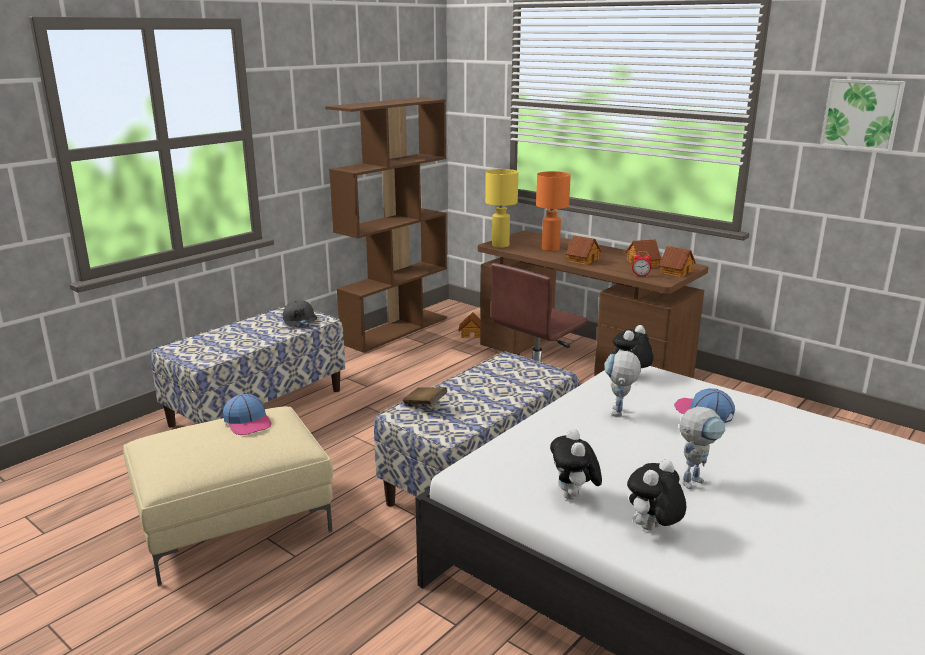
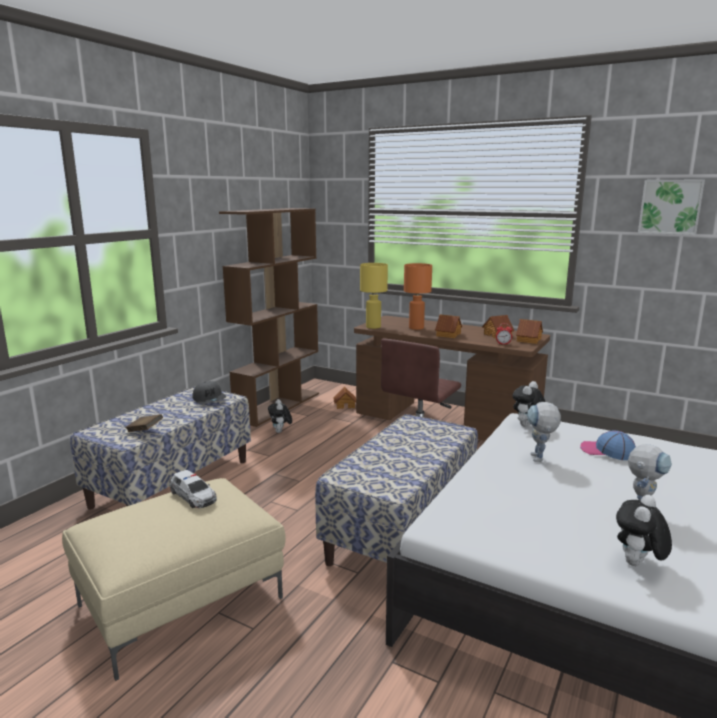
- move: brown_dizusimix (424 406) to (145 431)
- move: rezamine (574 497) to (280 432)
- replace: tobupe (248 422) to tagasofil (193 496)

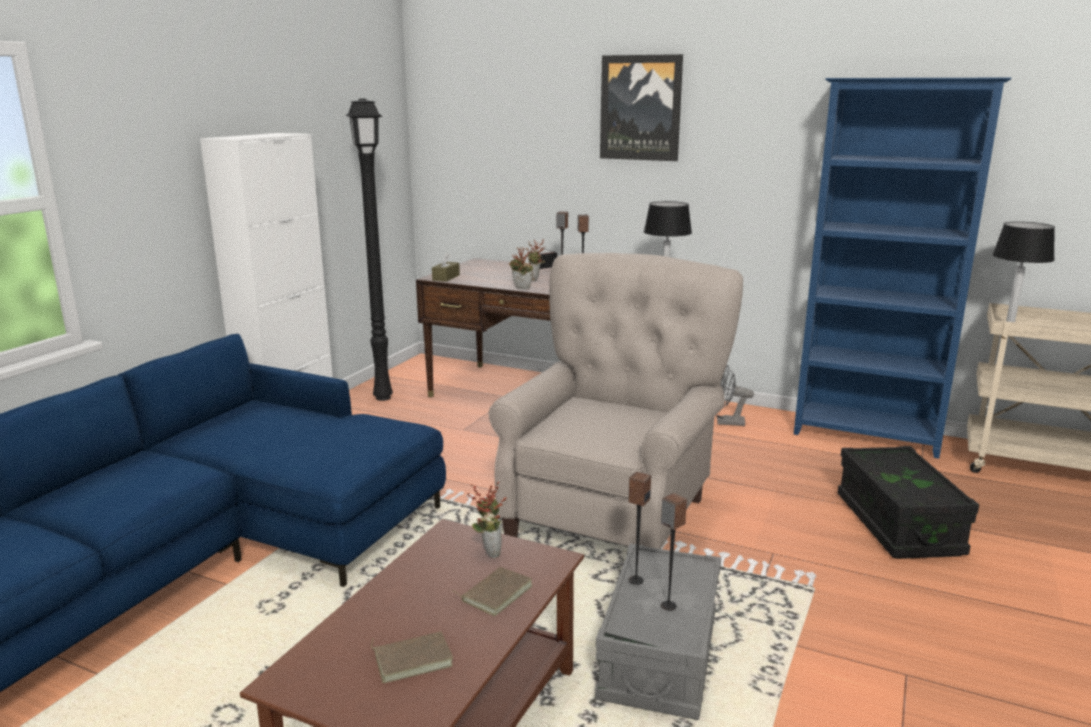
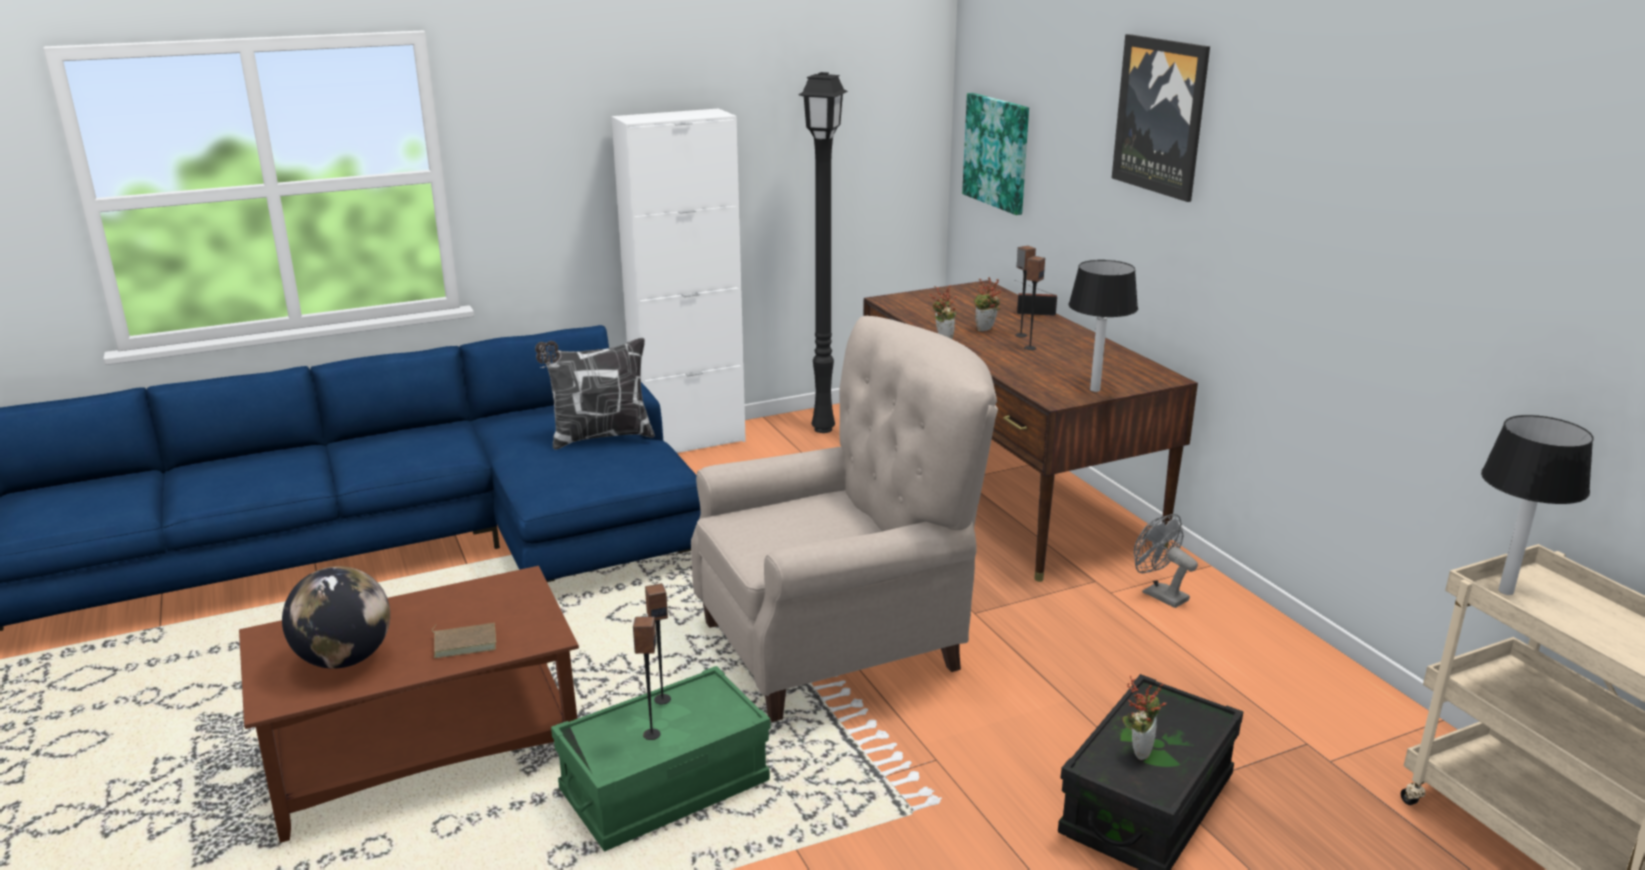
- delete: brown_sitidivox (446 277)
- delete: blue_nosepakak (867 436)
- insert: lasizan (599 437)
- insert: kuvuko (997 152)
- move: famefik (488 551) to (1139 749)
- replace: brown_dizusimix (413 658) to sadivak (345 659)
- recolor: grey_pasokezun (659 656) to green_pasokezun (665 788)

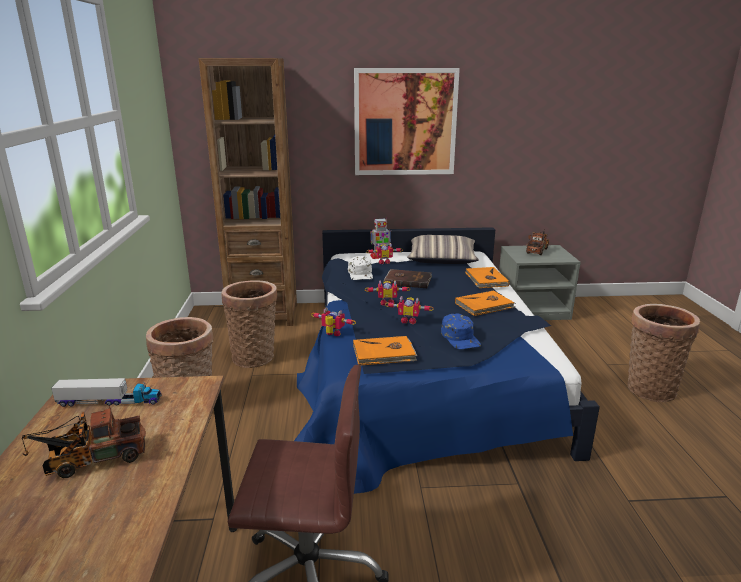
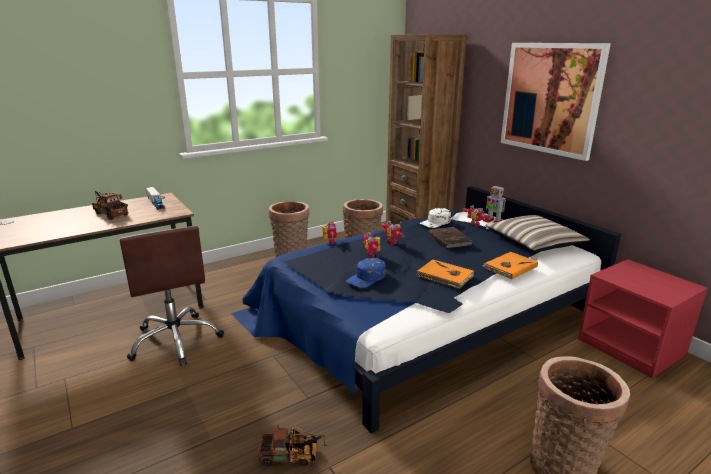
- delete: orange_dizusimix (384 354)
- move: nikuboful (538 250) to (292 456)
- recolor: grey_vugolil (532 309) to red_vugolil (632 347)

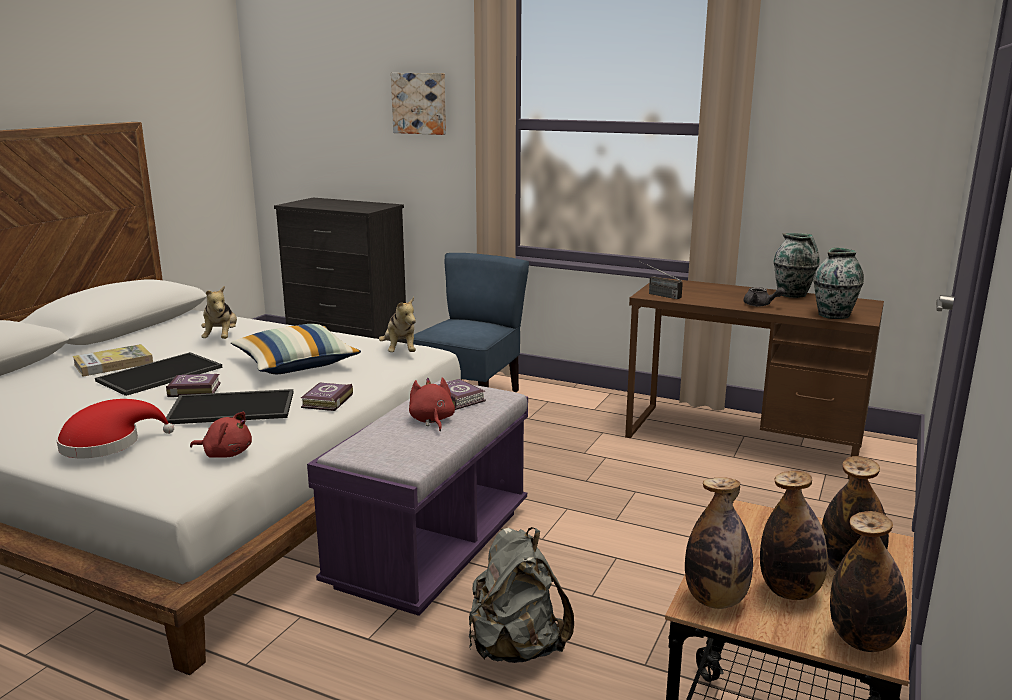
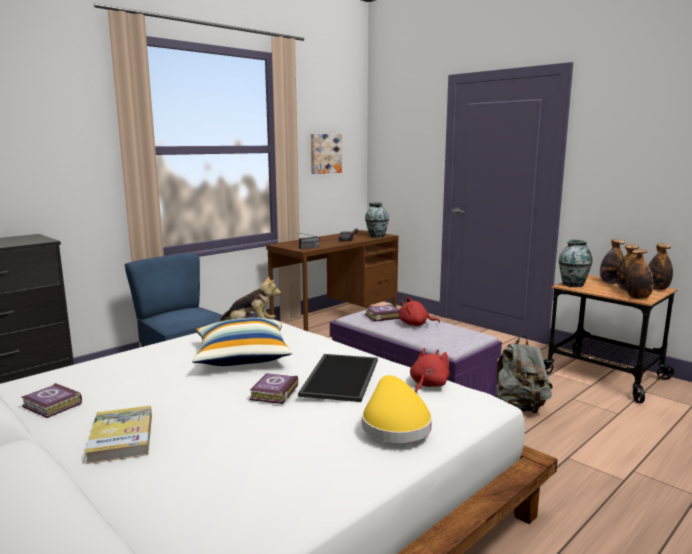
- delete: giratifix (160 375)
- delete: rezamine (221 338)
- move: dizusimix (326 401) to (52 405)
- move: kuvuko (420 103) to (325 153)
- move: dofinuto (792 295) to (573 285)
- recolor: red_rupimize (107 444) to yellow_rupimize (394 424)

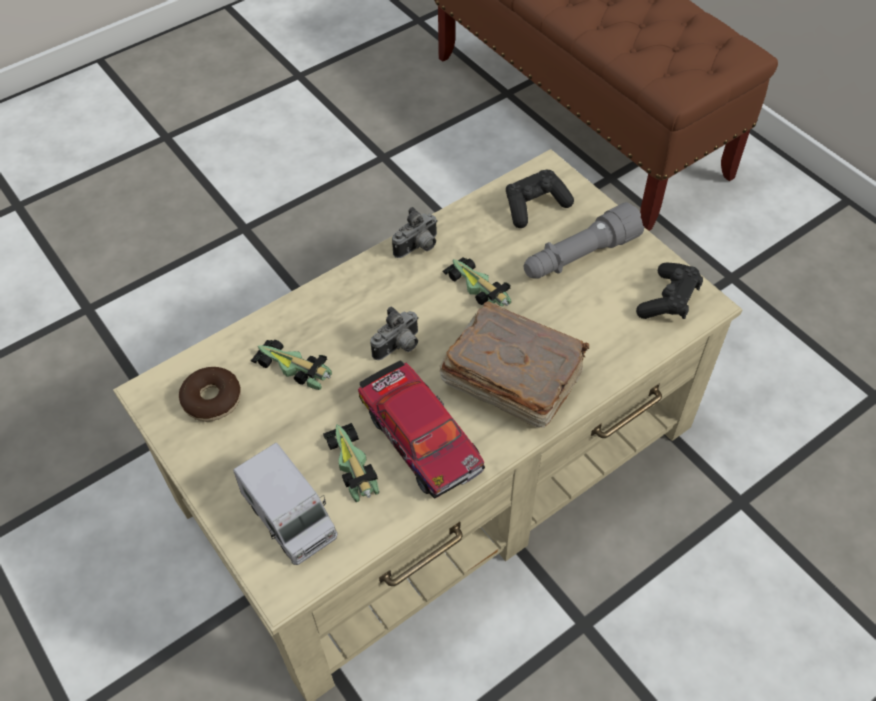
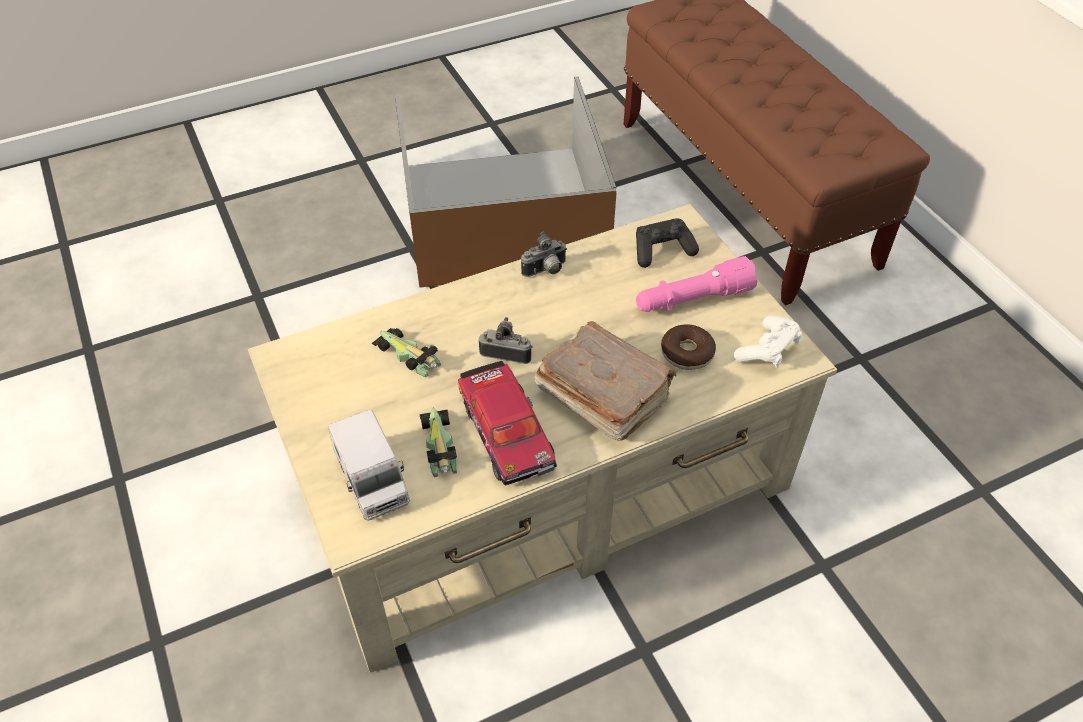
- delete: tagasofil (479 288)
- insert: brown_pasokezun (506 214)
- move: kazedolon (212 399) to (687 353)
- recolor: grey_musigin (579 256) to pink_musigin (692 300)
- recolor: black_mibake (668 301) to white_mibake (767 351)
- rotate: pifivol (399 347) = (506 352) 135 degrees counterclockwise

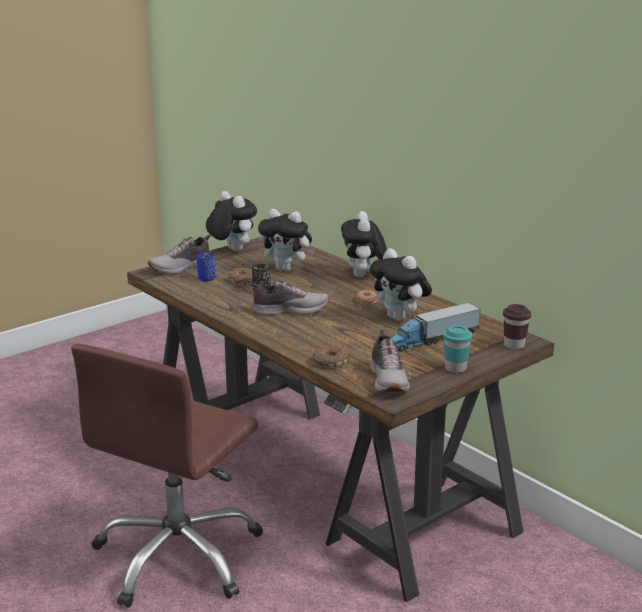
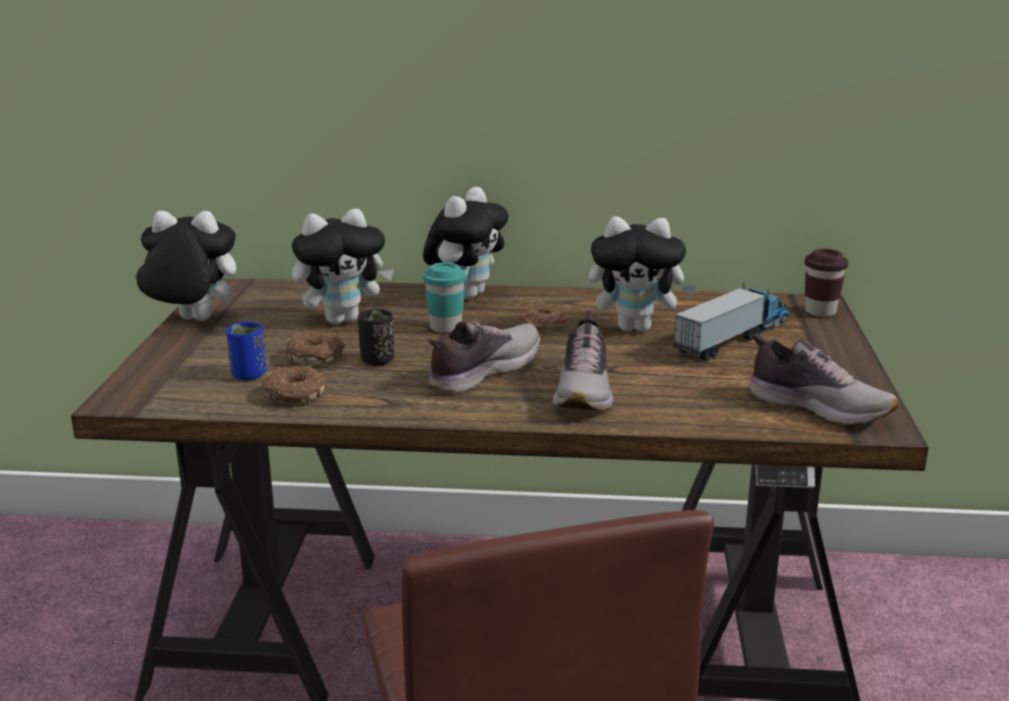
- move: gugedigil (181 267) to (585 391)
- move: kazedolon (330 362) to (294 395)
- move: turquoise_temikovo (455 368) to (445 328)
- rotate: rezamine (363 276) = (467 294) 105 degrees counterclockwise
- rotate: nikuboful (433 339) = (734 338) 150 degrees counterclockwise

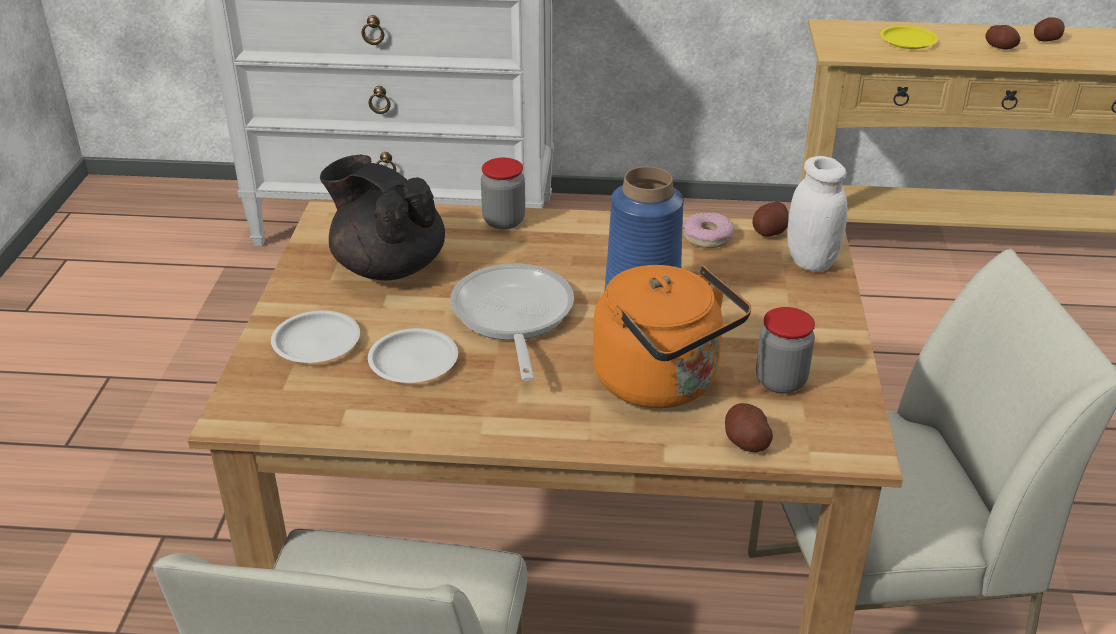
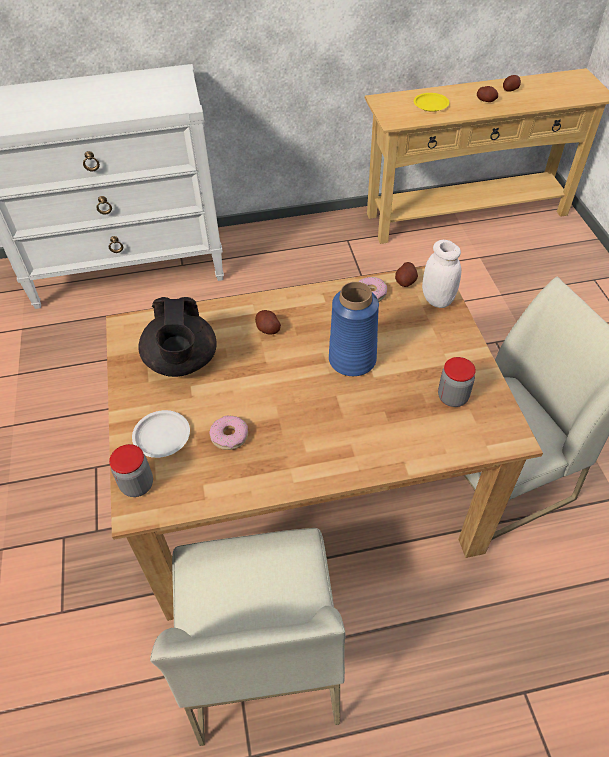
- delete: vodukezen (512 318)
- delete: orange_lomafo (662 383)
- move: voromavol (504 221) to (137 485)
- move: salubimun (746 442) to (268 329)
- replace: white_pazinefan (412 361) to kazedolon (229 436)
- rotate: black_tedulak (388 266) = (182 362) 120 degrees counterclockwise

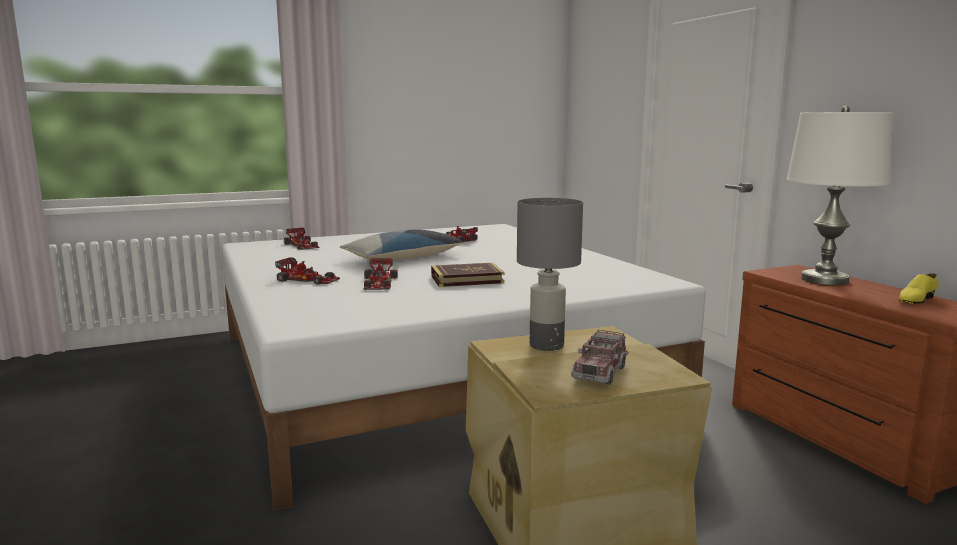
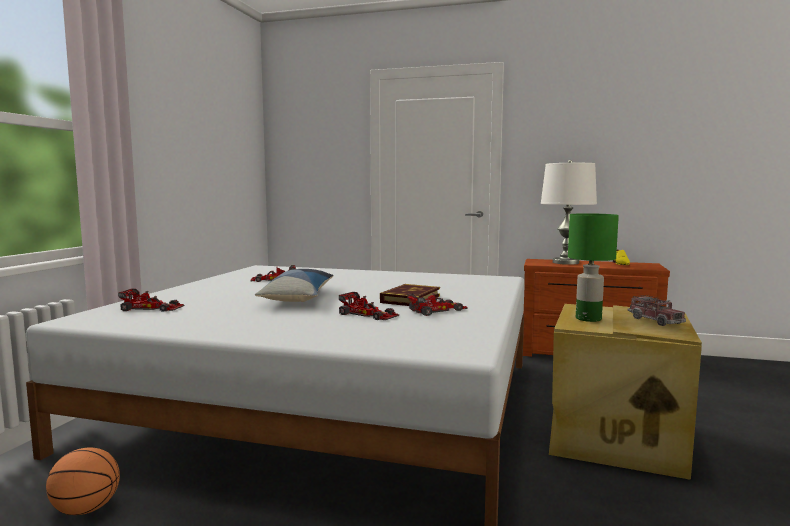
- insert: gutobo (86 510)
- move: tagasofil (307 279) to (437 310)
- recolor: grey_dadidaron (546 346) to green_dadidaron (588 319)

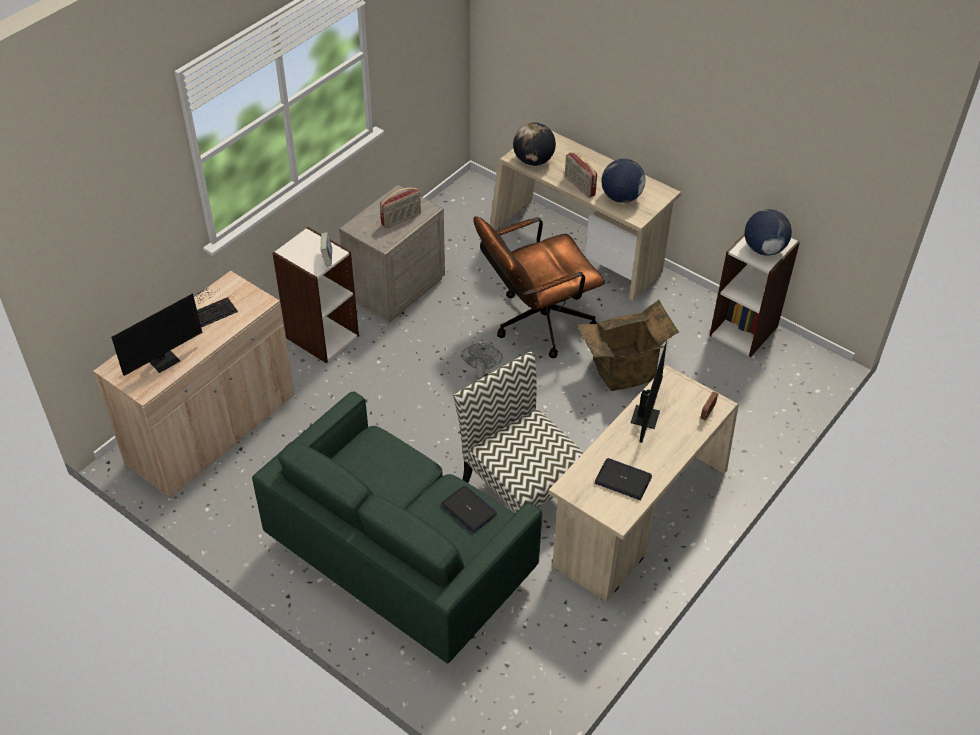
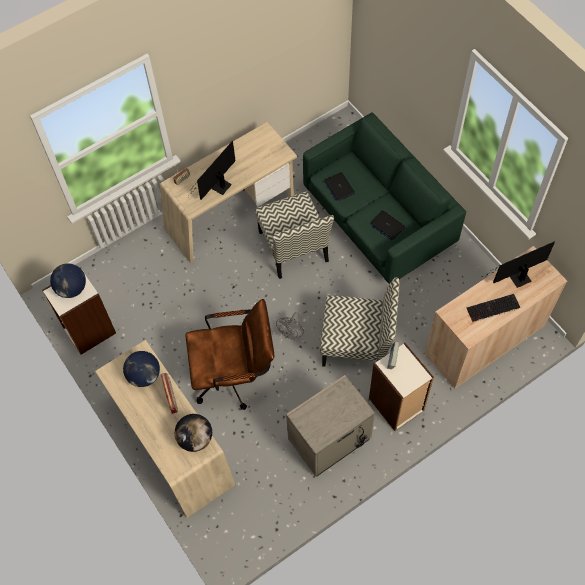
- delete: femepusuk (401 219)
- delete: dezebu (623 371)
- insert: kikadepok (357 343)
- move: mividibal (623 480) to (387 226)

